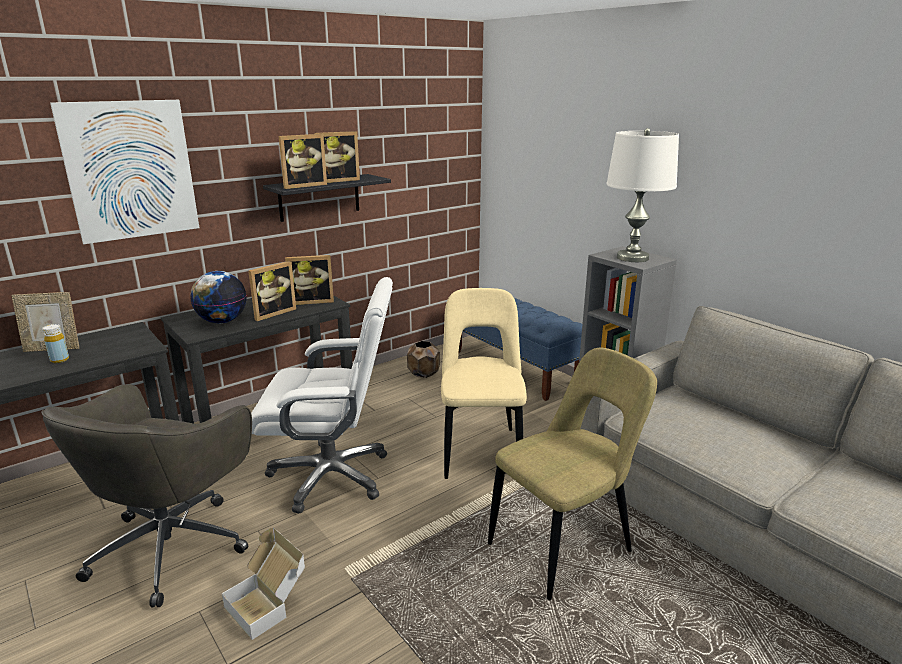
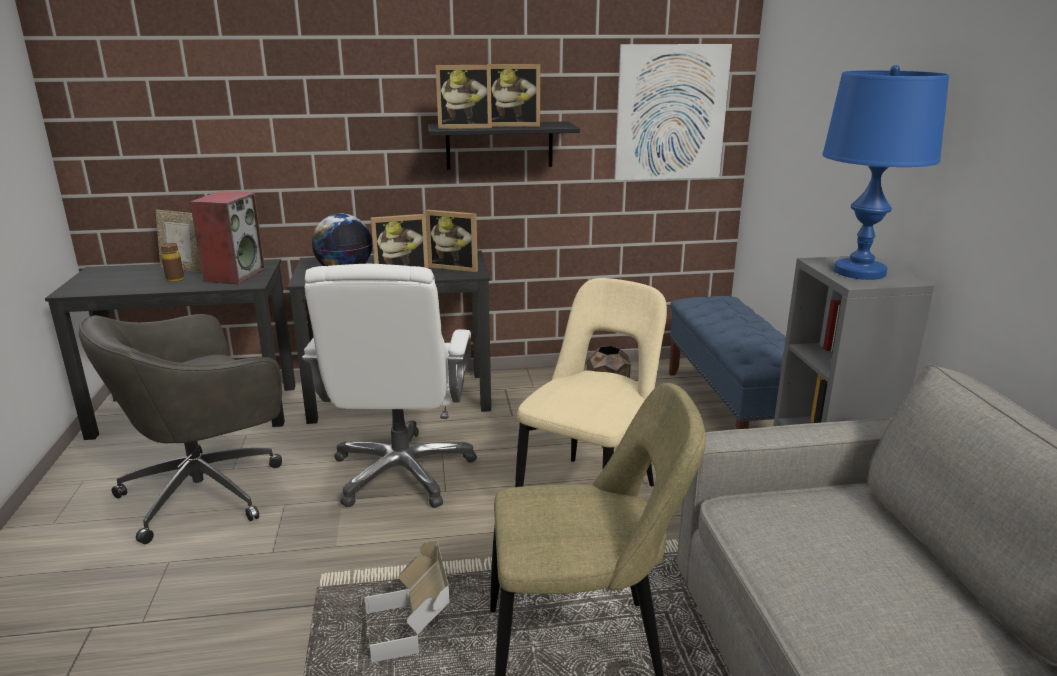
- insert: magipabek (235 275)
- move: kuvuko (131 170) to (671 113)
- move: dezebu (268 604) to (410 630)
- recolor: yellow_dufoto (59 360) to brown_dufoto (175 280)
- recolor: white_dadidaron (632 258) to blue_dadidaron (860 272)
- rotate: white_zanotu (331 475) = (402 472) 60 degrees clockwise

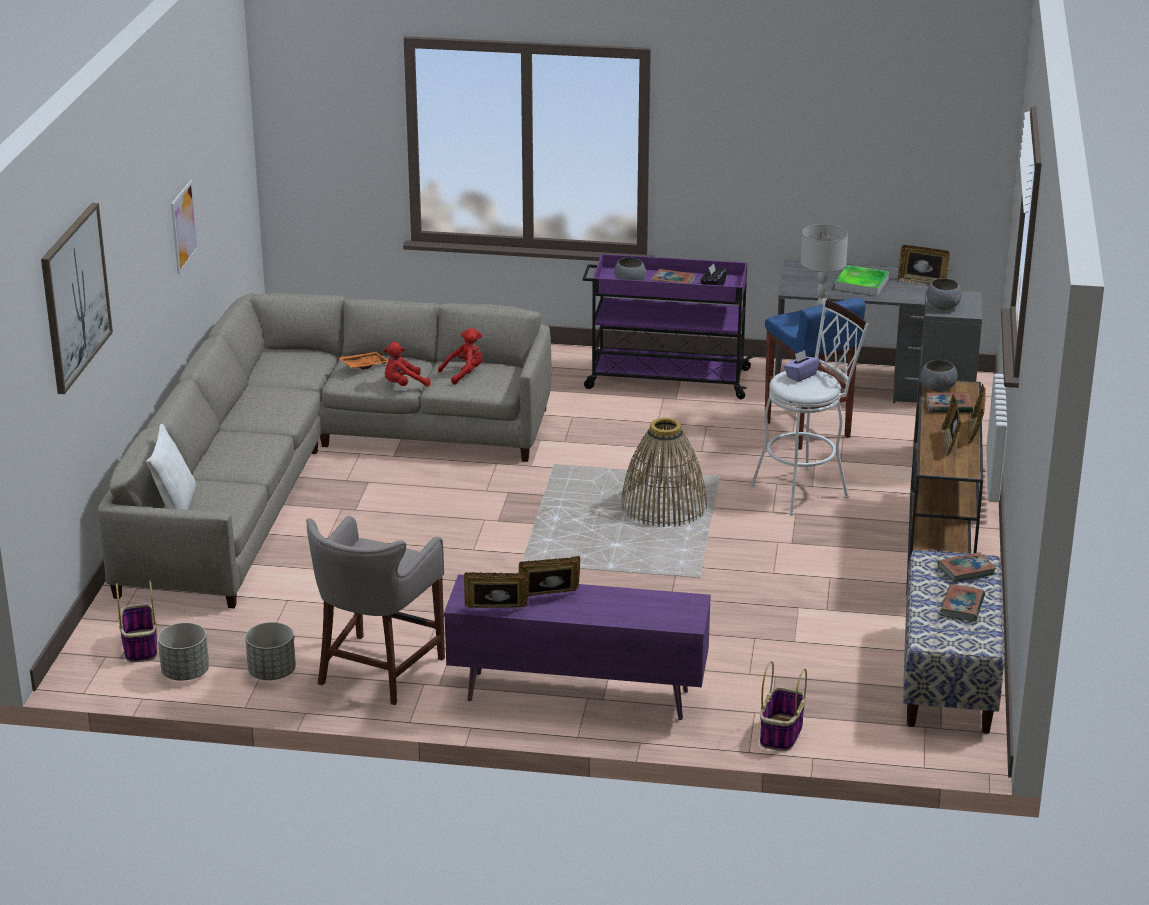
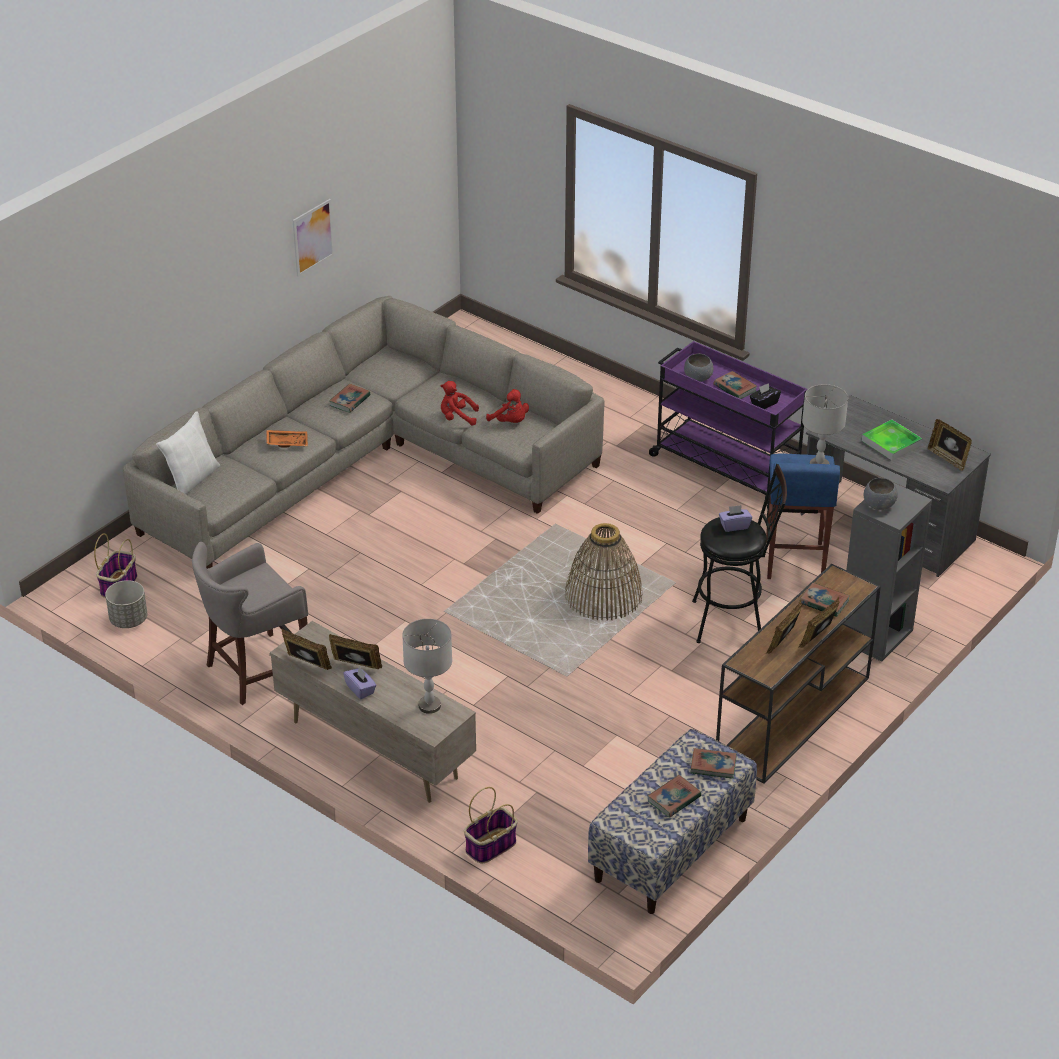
- delete: kuvuko (75 297)
- delete: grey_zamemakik (271 673)
- delete: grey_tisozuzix (937 388)
- insert: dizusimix (350 401)
- insert: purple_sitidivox (360 689)
- insert: grey_dadidaron (429 706)
- move: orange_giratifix (363 365) to (287 442)
- recolor: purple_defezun (578 695) to beige_defezun (375 749)
- recolor: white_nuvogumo (806 489) to black_nuvogumo (735 621)
- rotate: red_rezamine (464 373) = (510 422) 45 degrees clockwise

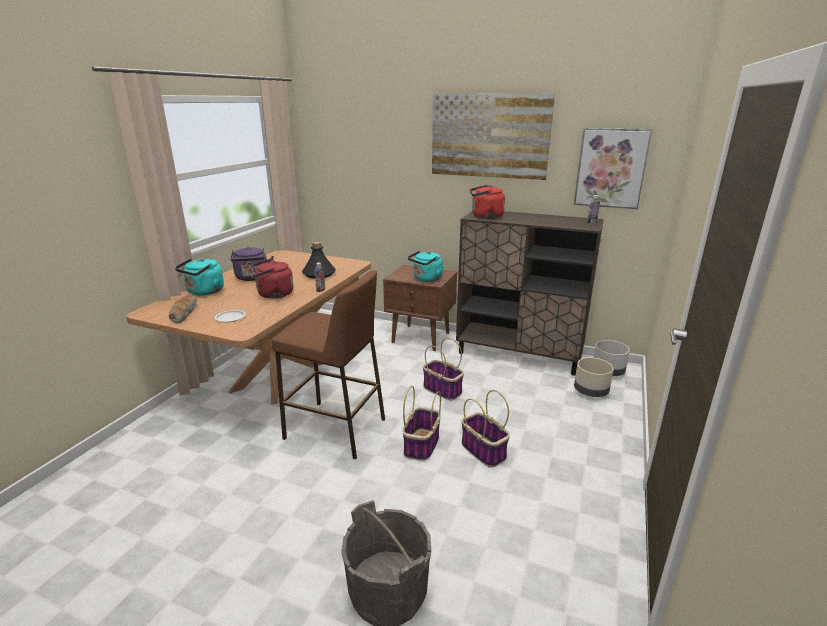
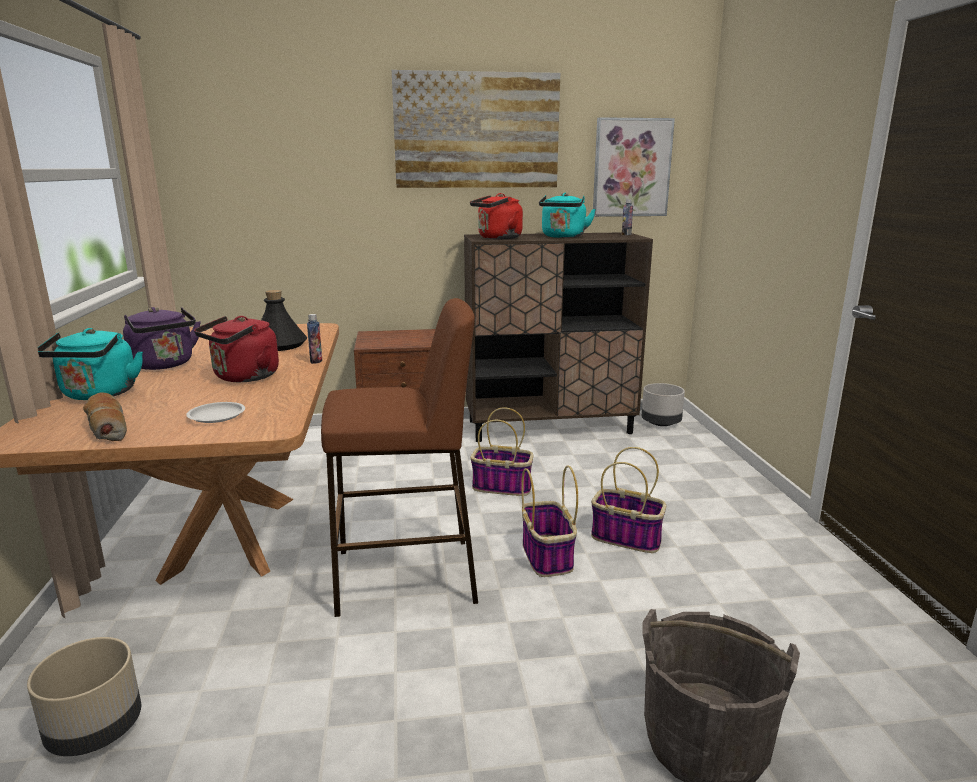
- move: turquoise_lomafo (426 279) to (563 237)
- move: beige_zamemakik (590 392) to (96 730)

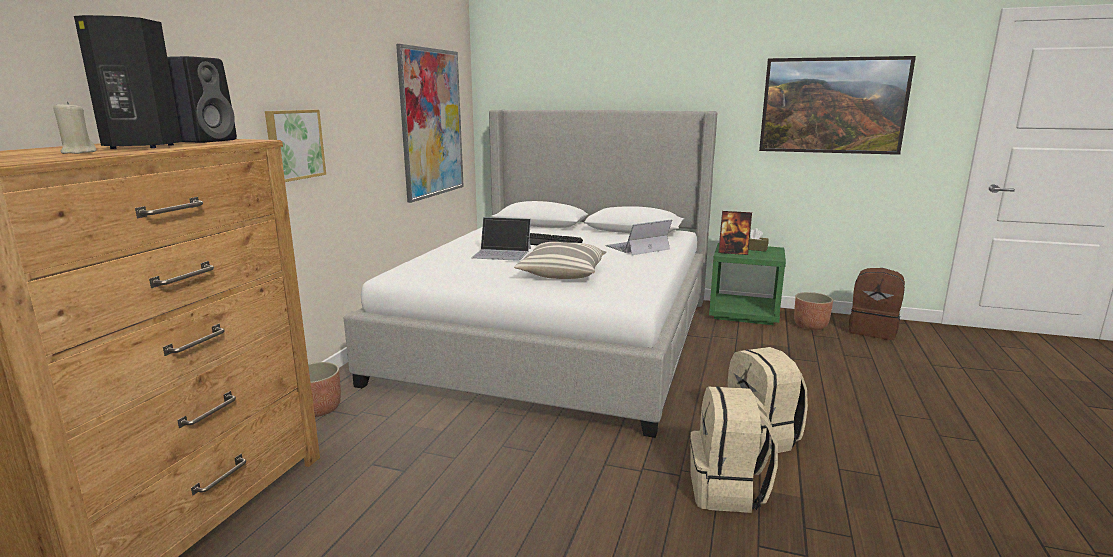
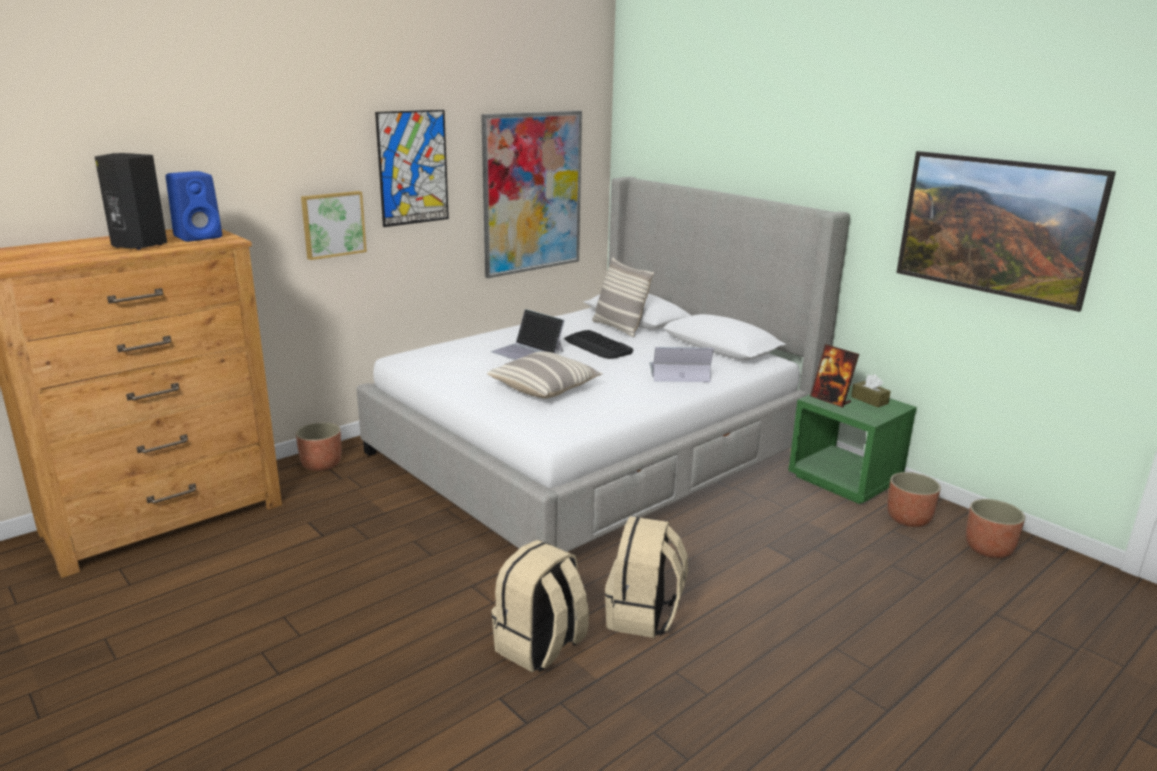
- delete: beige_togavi (78 152)
- insert: kuvuko (413 168)
- insert: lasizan (619 328)
- replace: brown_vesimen (873 331) to zamemakik (989 549)
- recolor: black_magipabek (204 141) to blue_magipabek (199 237)

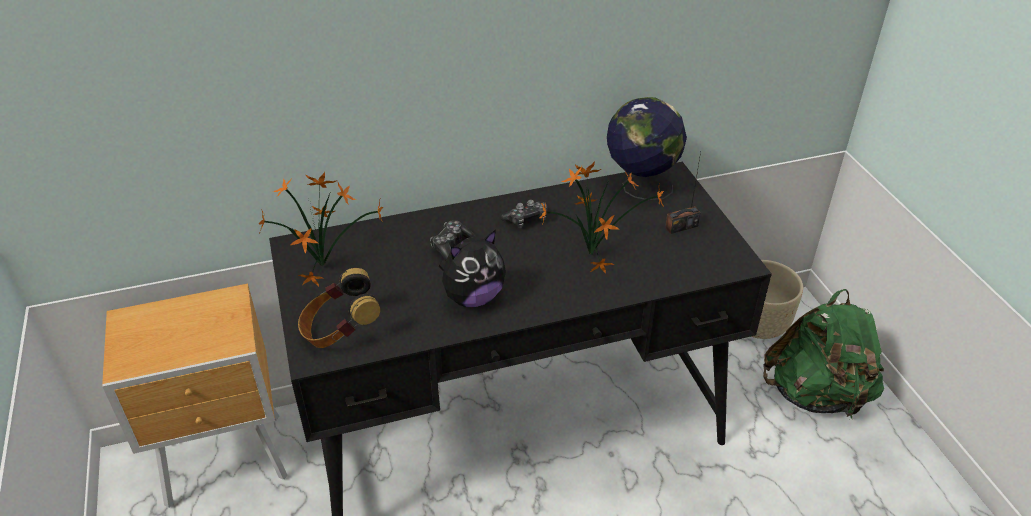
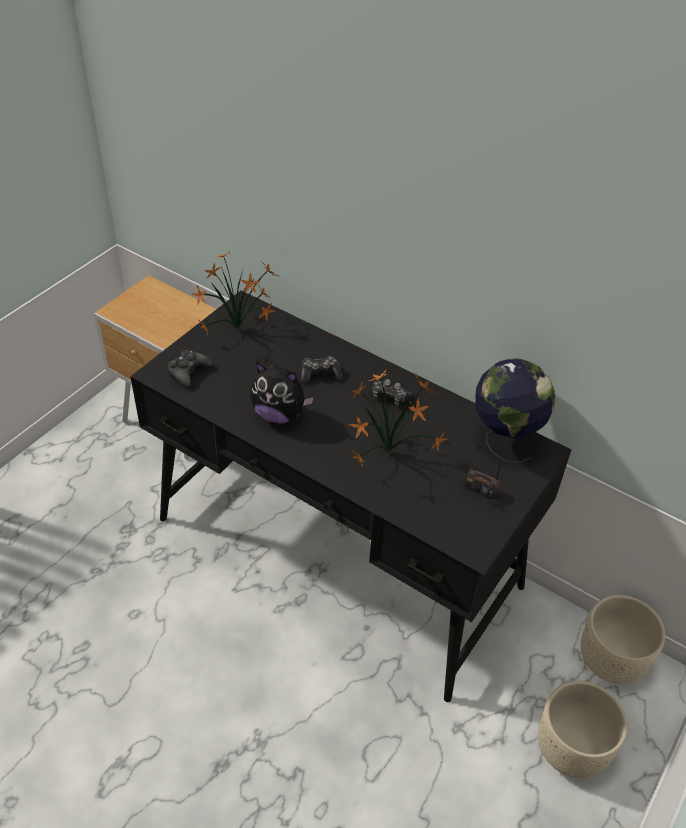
- replace: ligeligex (340 331) to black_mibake (188 372)
- replace: green_vesimen (816 394) to beige_zamemakik (572 748)

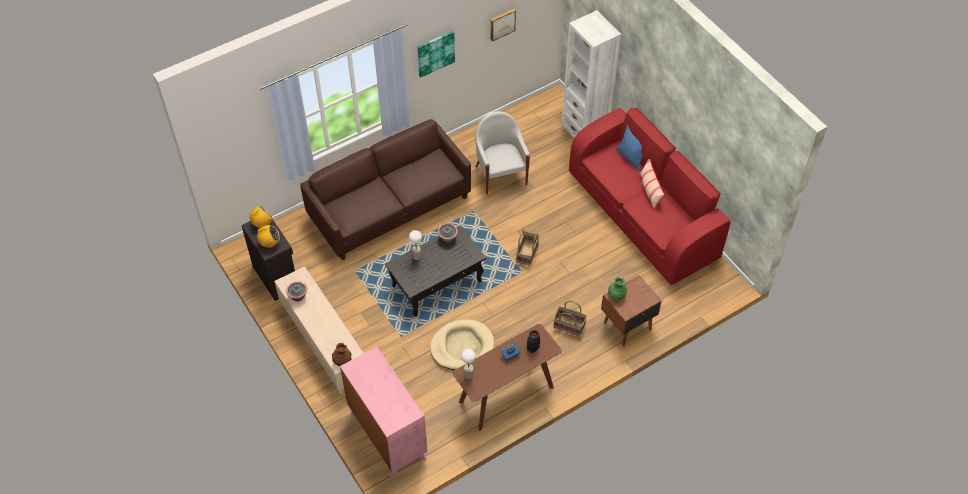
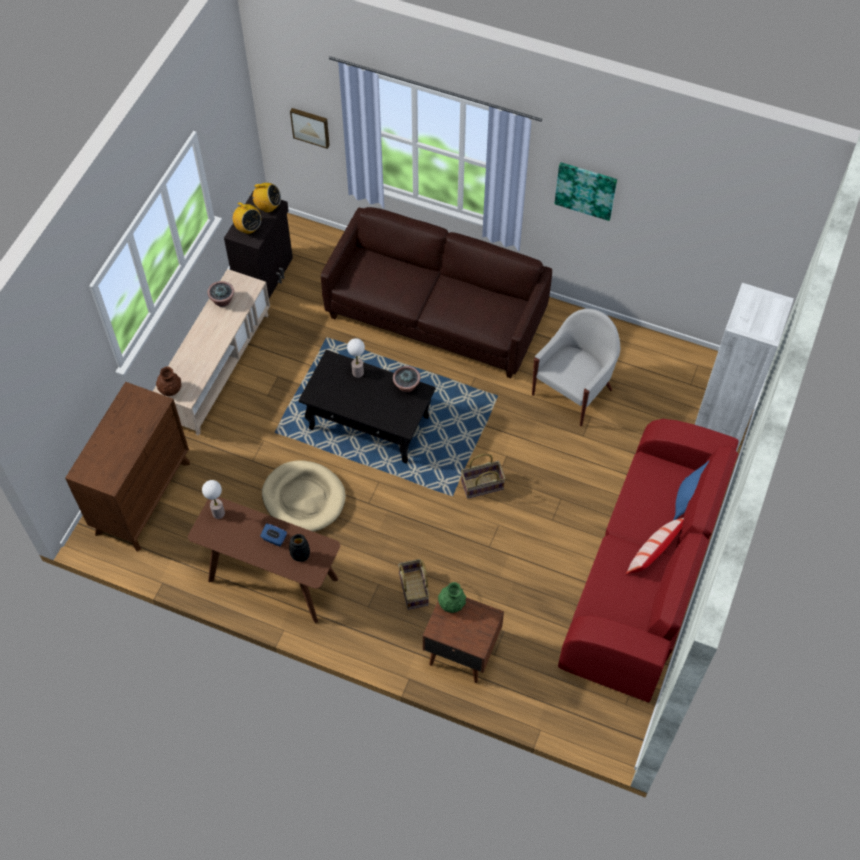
- move: kuvuko (502 24) to (310 126)
- recolor: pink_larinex (387 435) to brown_larinex (143 497)

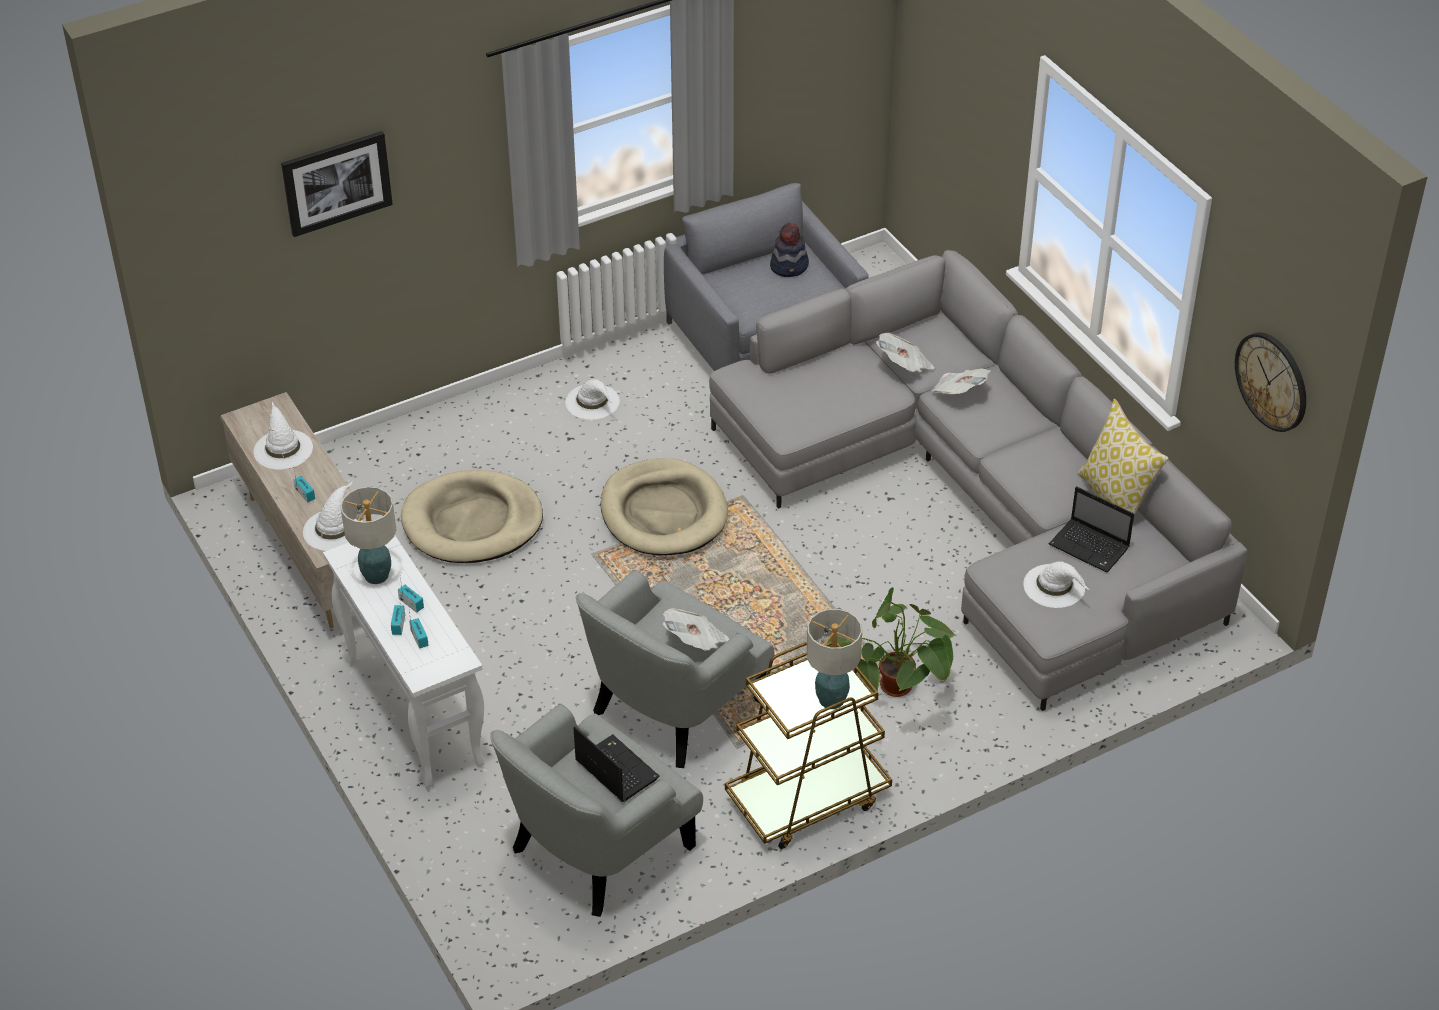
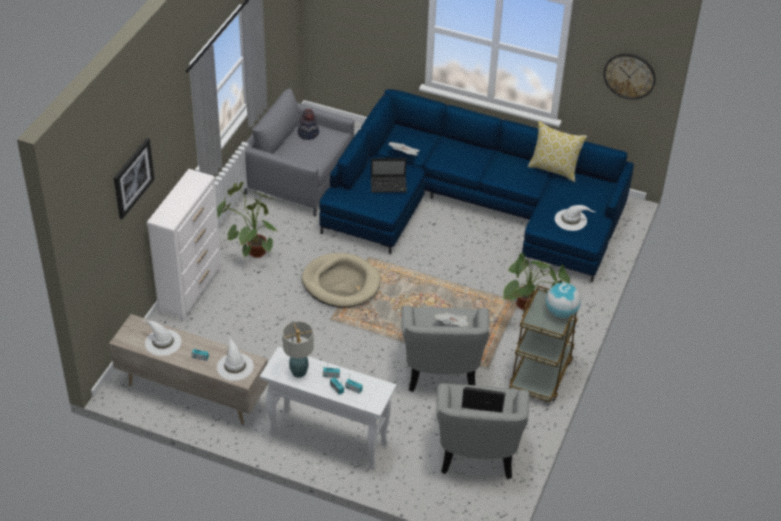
- delete: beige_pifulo (472 522)
- delete: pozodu (959 392)
- insert: white_larinex (191 290)
- move: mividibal (1090 547) to (389 185)
- replace: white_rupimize (593 402) to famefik (250 249)
- replace: dadidaron (830 699) to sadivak (561 312)
- recolor: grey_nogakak (977 502) to blue_nogakak (471 206)

